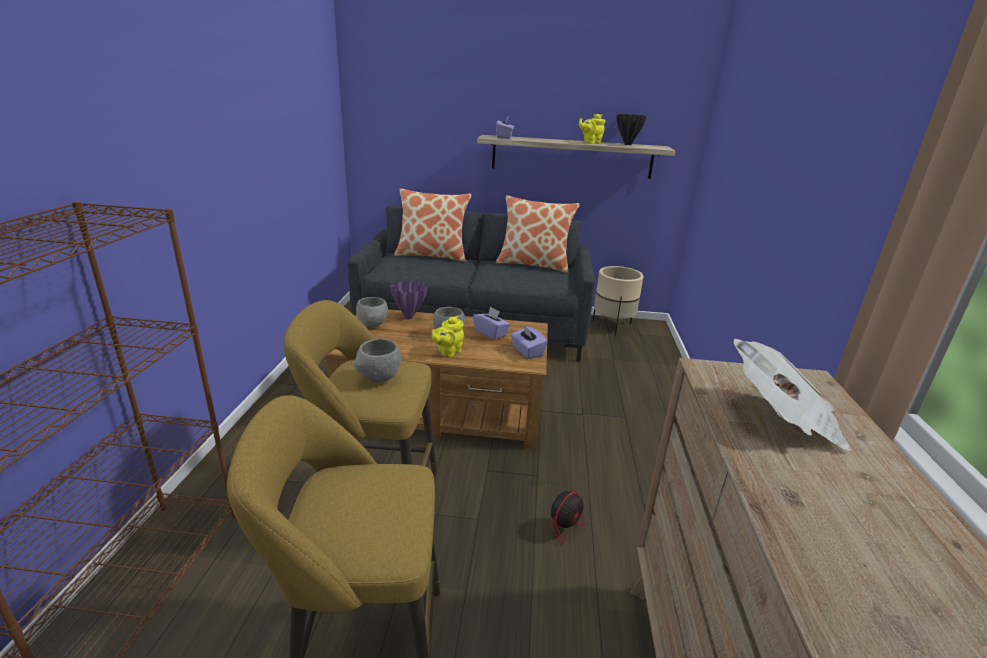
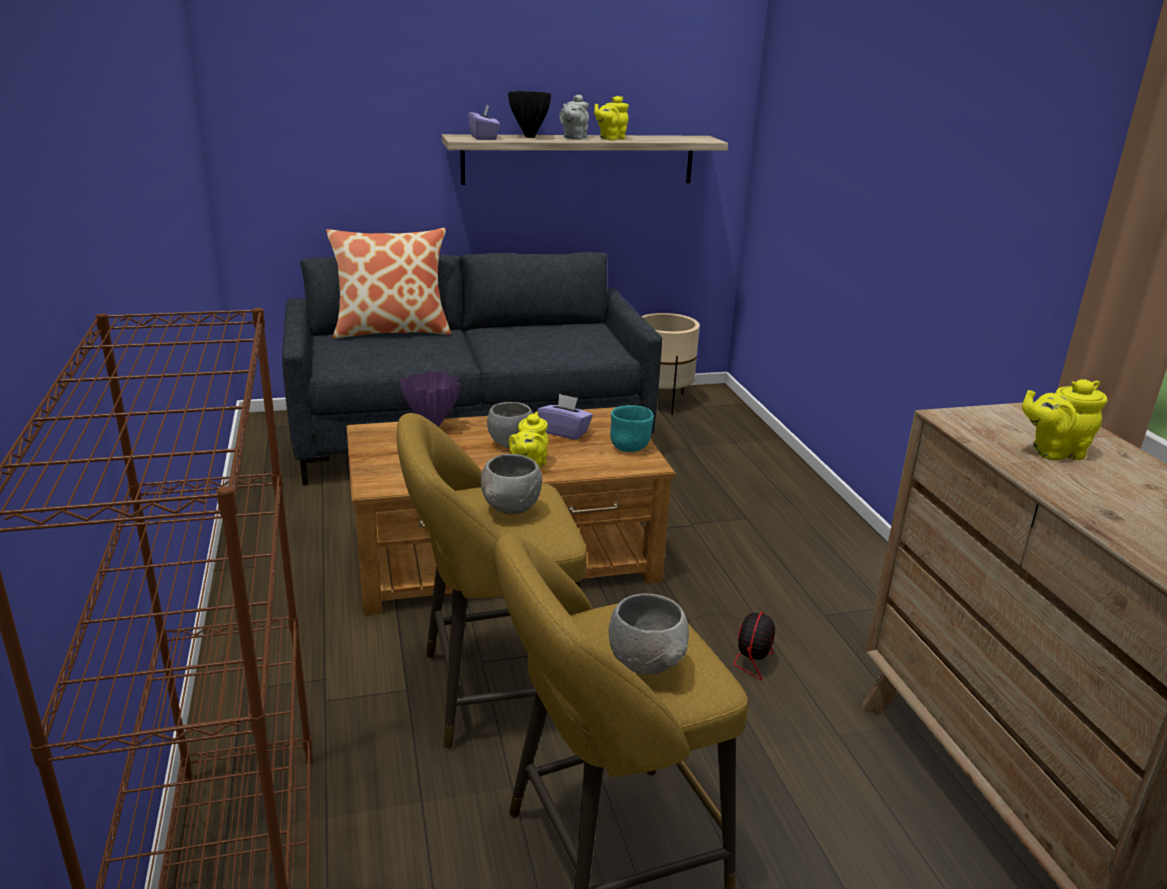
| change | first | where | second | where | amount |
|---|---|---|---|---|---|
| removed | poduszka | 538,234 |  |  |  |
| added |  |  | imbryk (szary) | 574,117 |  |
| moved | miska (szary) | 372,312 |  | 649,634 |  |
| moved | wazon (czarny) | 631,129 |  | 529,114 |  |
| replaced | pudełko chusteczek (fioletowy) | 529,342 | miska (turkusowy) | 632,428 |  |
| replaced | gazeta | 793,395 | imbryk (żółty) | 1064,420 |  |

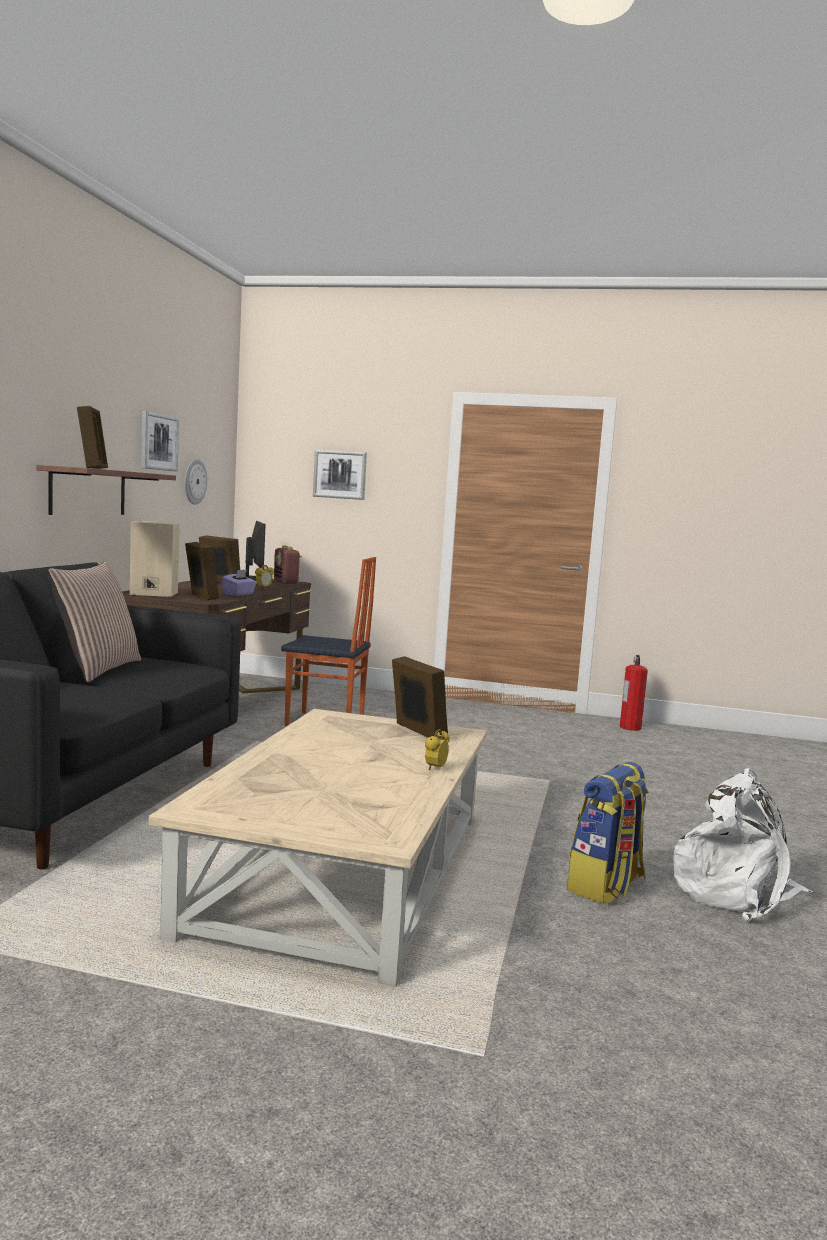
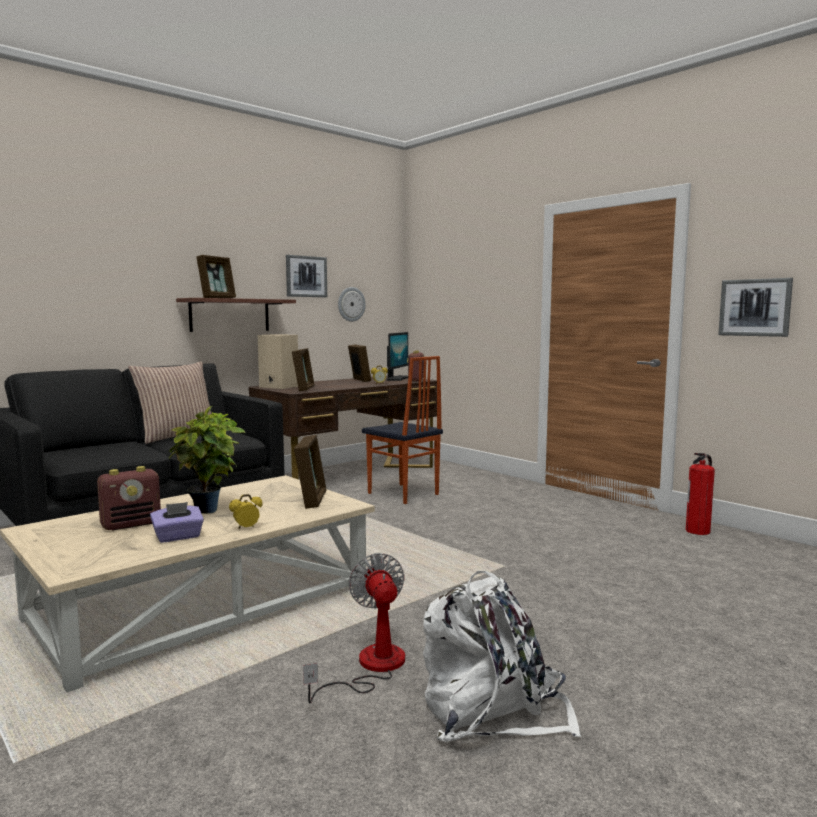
| change | first | where | second | where | amount |
|---|---|---|---|---|---|
| added |  |  | radio | 129,498 |  |
| added |  |  | roślina doniczkowa | 207,460 |  |
| moved | pudełko chusteczek (fioletowy) | 239,583 |  | 177,522 |  |
| moved | obraz | 340,475 |  | 755,307 |  |
| replaced | plecak | 607,833 | wentylator | 354,628 |  |

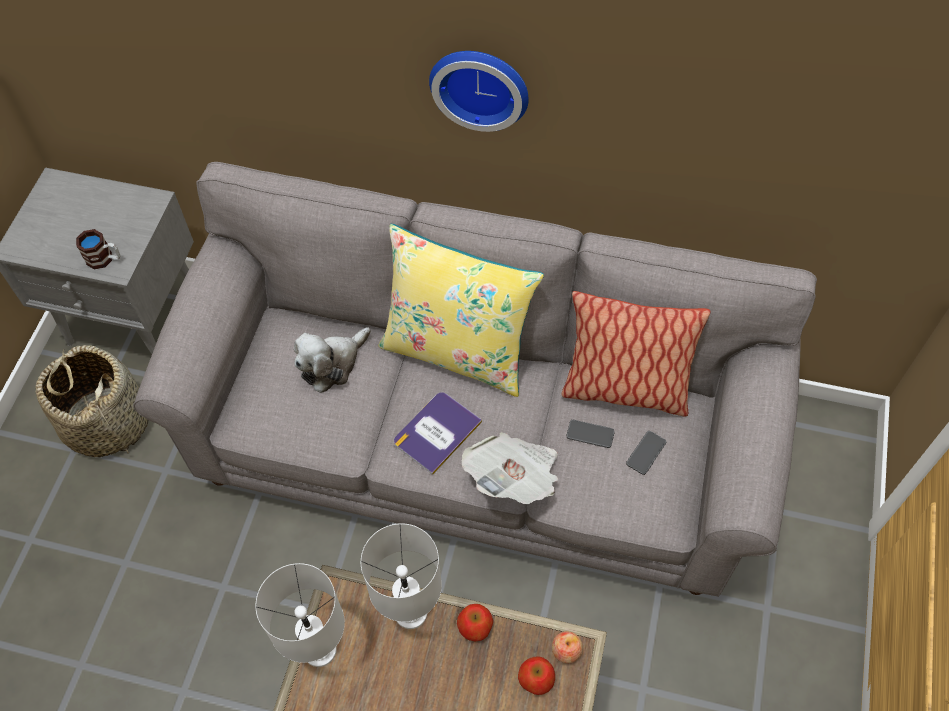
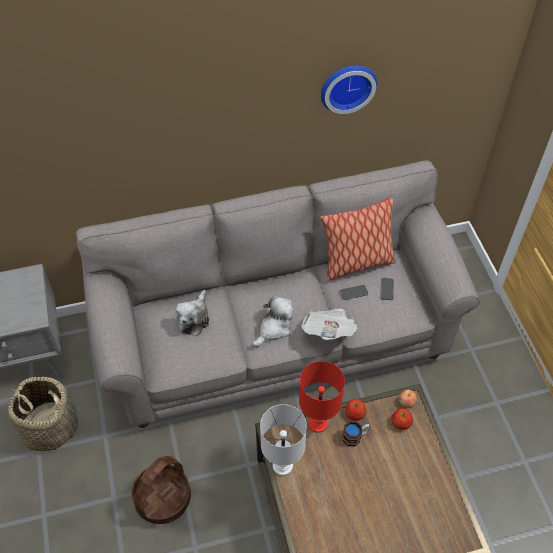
| change | first | where | second | where | amount |
|---|---|---|---|---|---|
| removed | poduszka (żółty) | 461,310 |  |  |  |
| added |  |  | koszyk | 161,490 |  |
| moved | kubek | 98,249 |  | 356,434 |  |
| moved | zegar ścienny | 479,91 |  | 349,89 |  |
| replaced | książka | 438,433 | pluszak | 273,321 |  |
| recoloured | lampa stołowa (biały) | 401,576 | lampa stołowa (czerwony) | 322,397 |  |

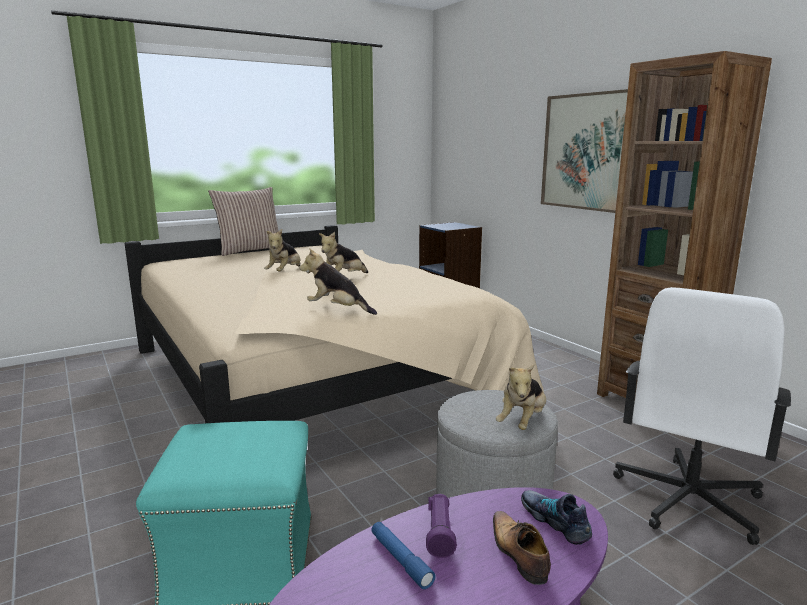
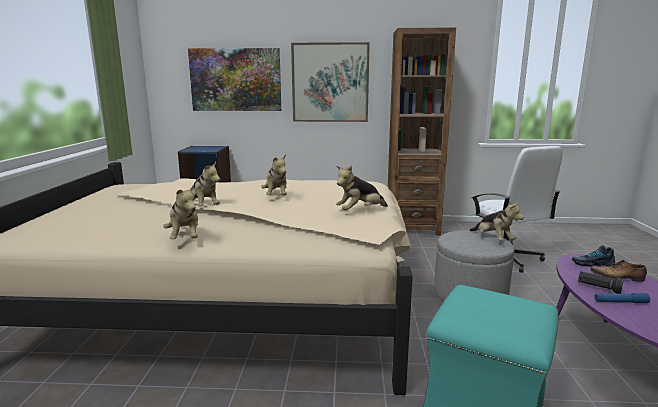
| change | first | where | second | where | amount |
|---|---|---|---|---|---|
| removed | poduszka | 243,221 |  |  |  |
| added |  |  | pluszak | 180,212 |  |
| added |  |  | obraz | 234,79 |  |
| recoloured | latarka (fioletowy) | 441,526 | latarka (czarny) | 601,282 |  |

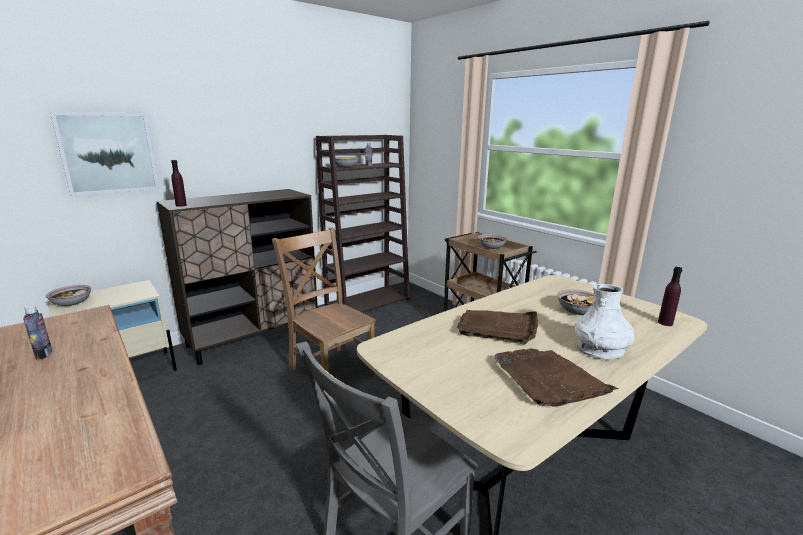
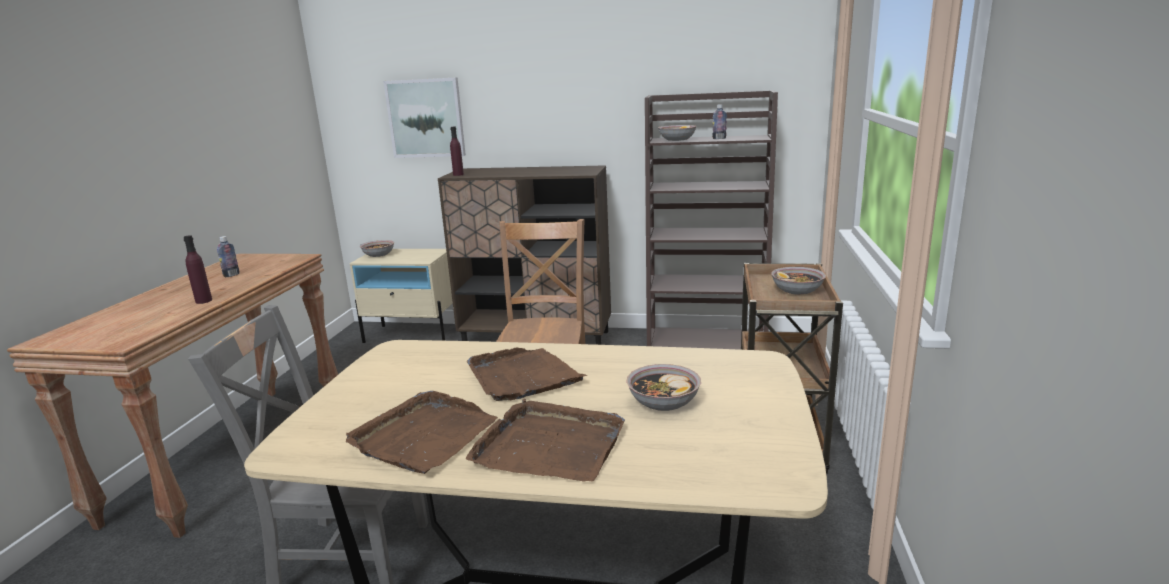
| change | first | where | second | where | amount |
|---|---|---|---|---|---|
| moved | butelka (fioletowy) | 670,296 |  | 198,269 |  |
| replaced | wazon (biały) | 604,321 | taca (brązowy) | 545,440 |  |

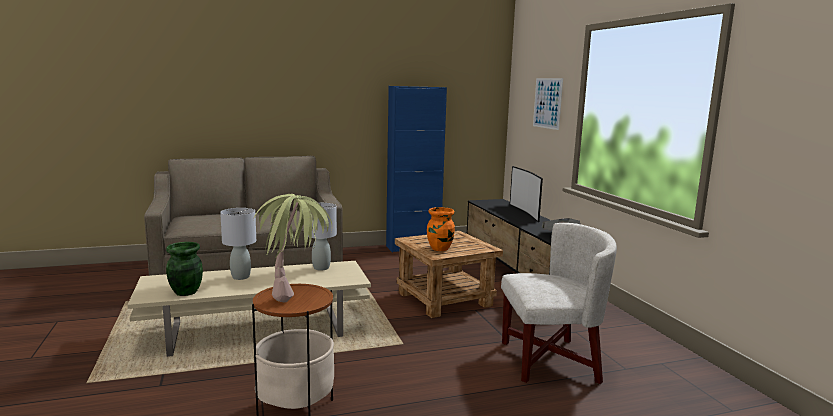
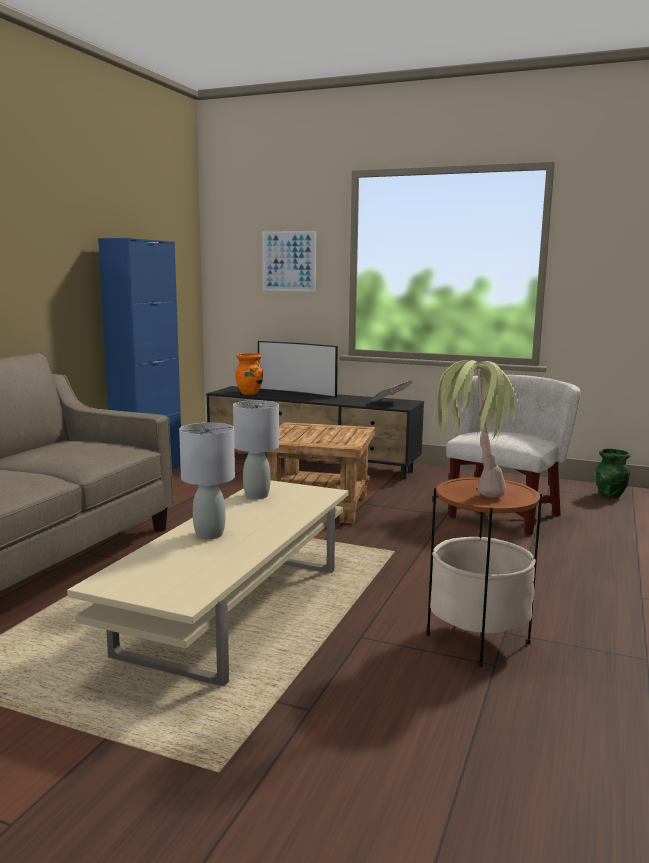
| change | first | where | second | where | amount |
|---|---|---|---|---|---|
| moved | wazon (zielony) | 184,269 |  | 613,473 |  |
| moved | wazon (pomarańczowy) | 441,229 |  | 249,374 |  |

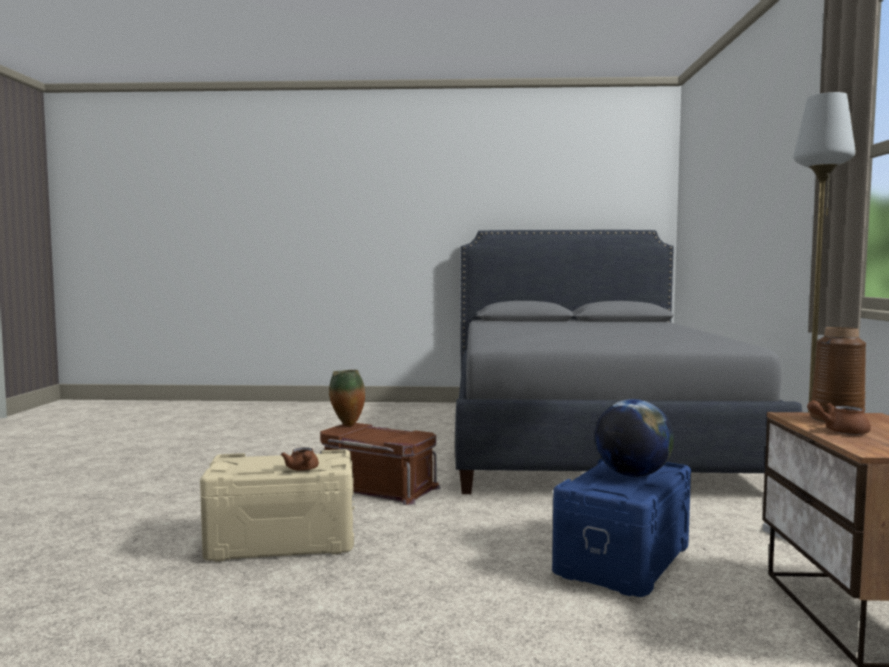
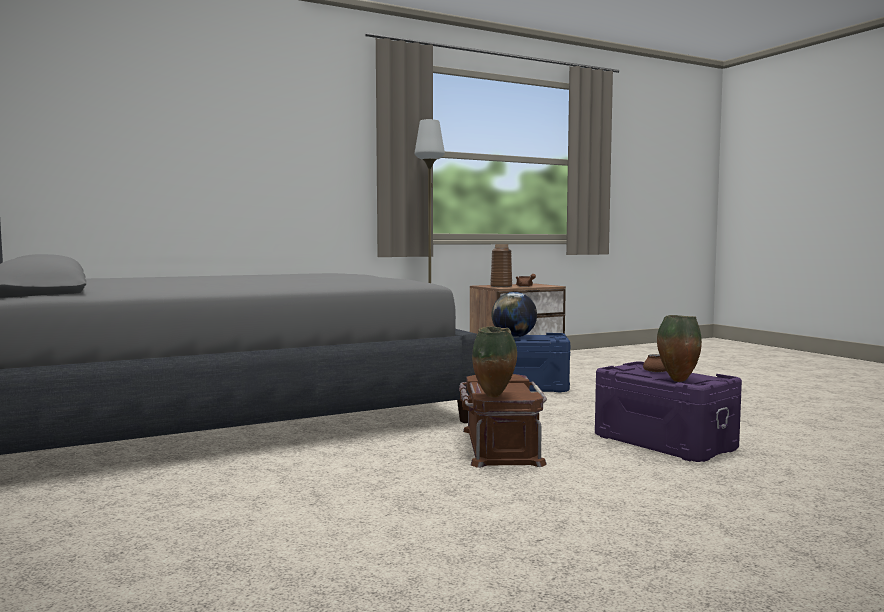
| change | first | where | second | where | amount |
|---|---|---|---|---|---|
| added |  |  | wazon | 679,348 |  |
| recoloured | pojemnik do przechowywania (beżowy) | 277,505 | pojemnik do przechowywania (fioletowy) | 668,411 |  |

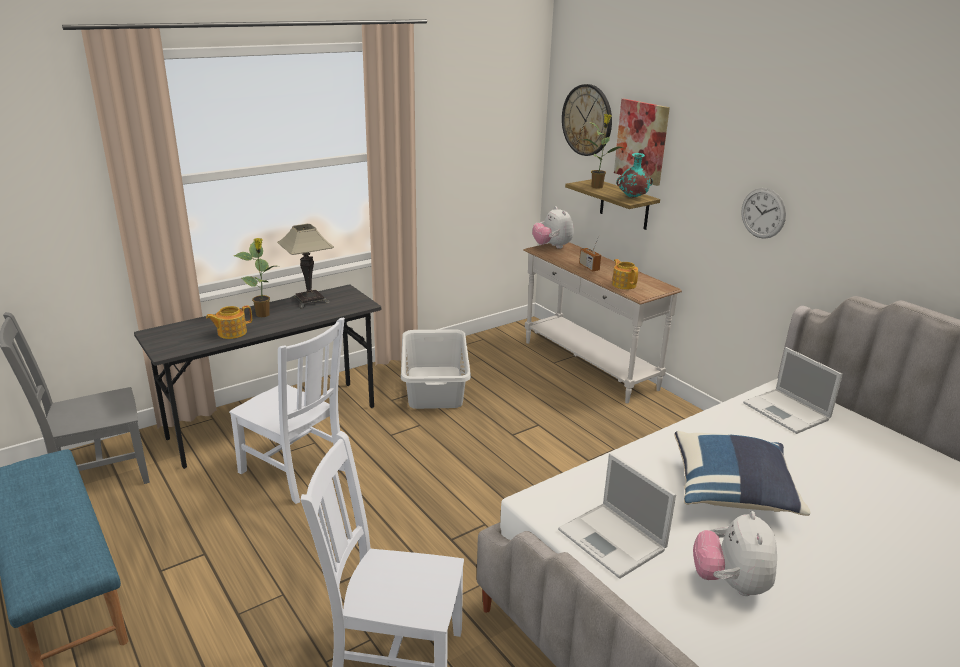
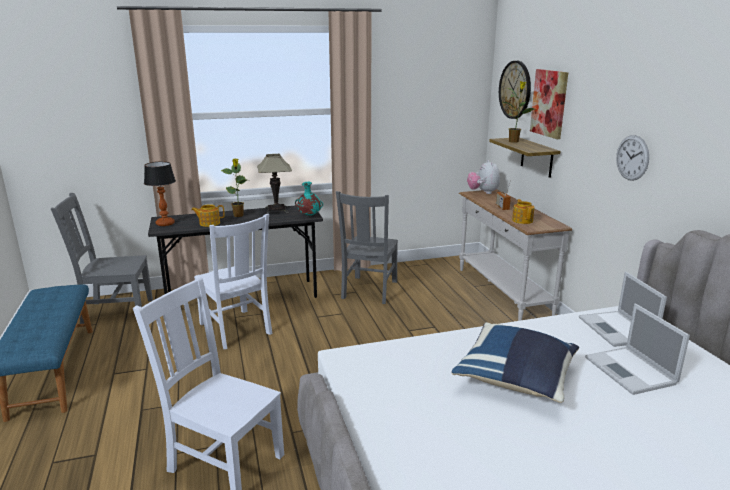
| change | first | where | second | where | amount |
|---|---|---|---|---|---|
| removed | pluszak | 735,553 |  |  |  |
| added |  |  | lampa stołowa | 160,193 |  |
| moved | laptop | 617,516 |  | 637,349 |  |
| moved | wazon (turkusowy) | 634,175 |  | 309,199 |  |
| replaced | kosz na pranie (szary) | 436,369 | krzesło (szary) | 367,247 |  |

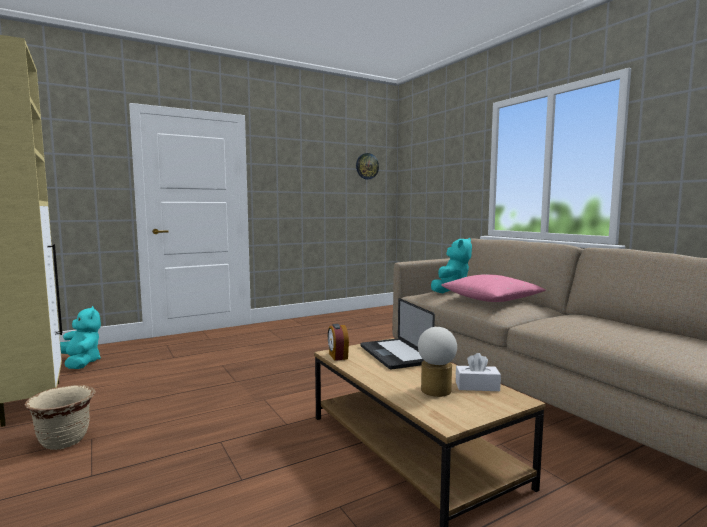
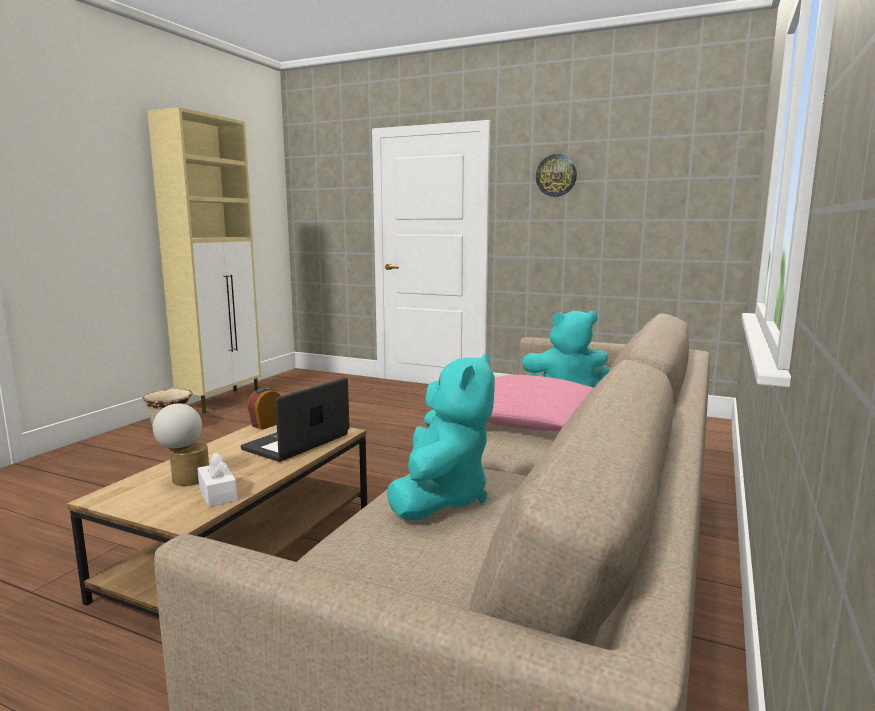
| change | first | where | second | where | amount |
|---|---|---|---|---|---|
| moved | pluszak (turkusowy) | 80,337 |  | 441,436 |  |
| moved | zegar ścienny | 367,166 |  | 556,175 |  |

